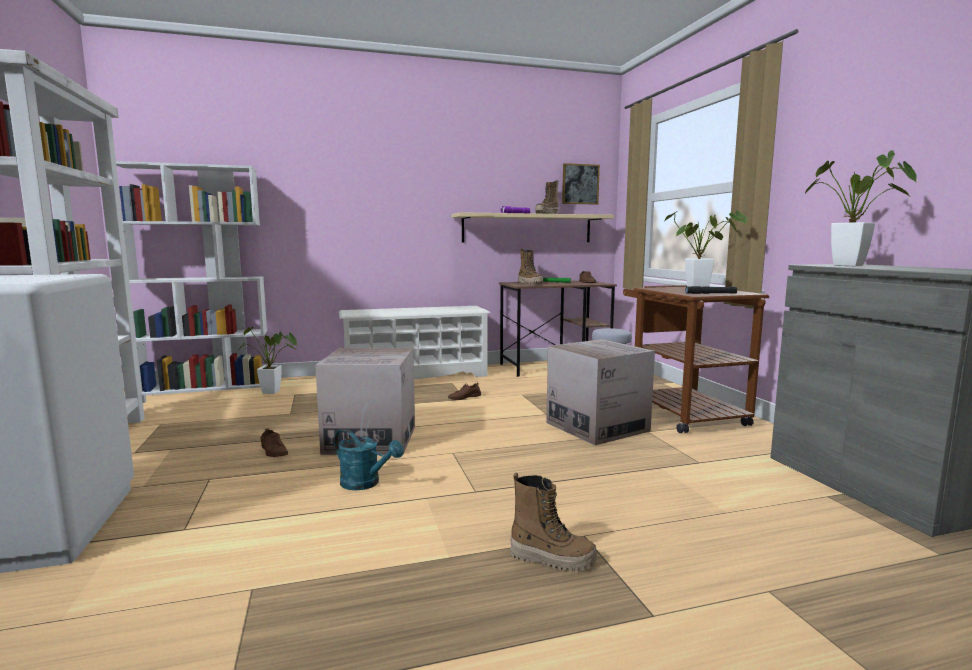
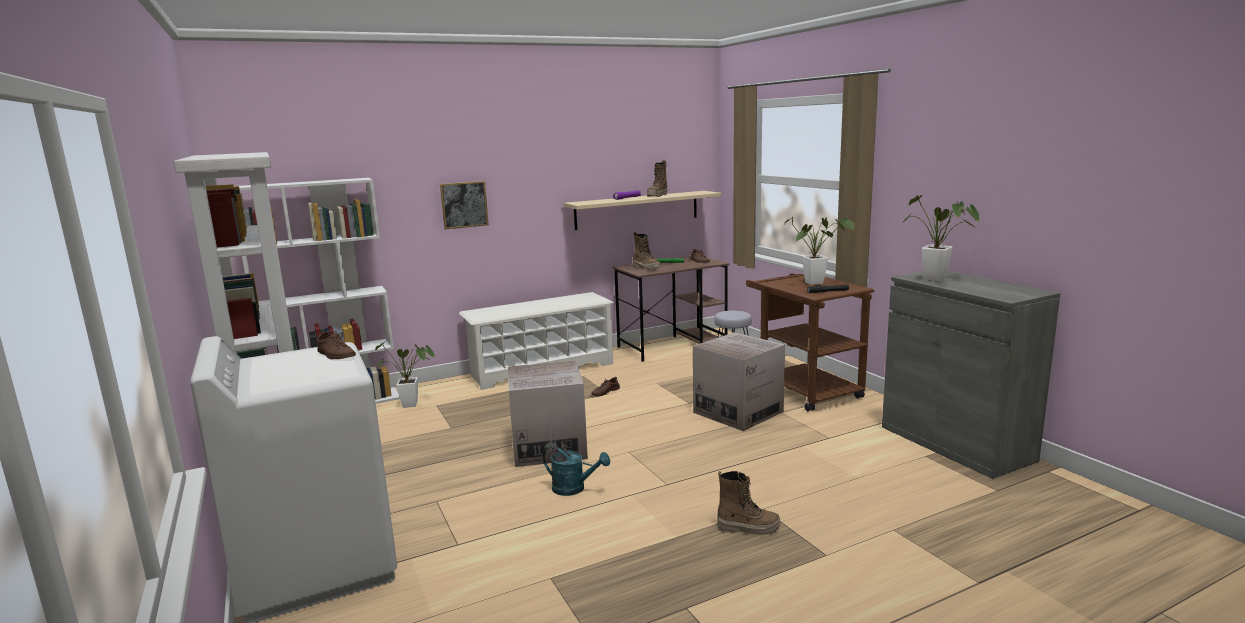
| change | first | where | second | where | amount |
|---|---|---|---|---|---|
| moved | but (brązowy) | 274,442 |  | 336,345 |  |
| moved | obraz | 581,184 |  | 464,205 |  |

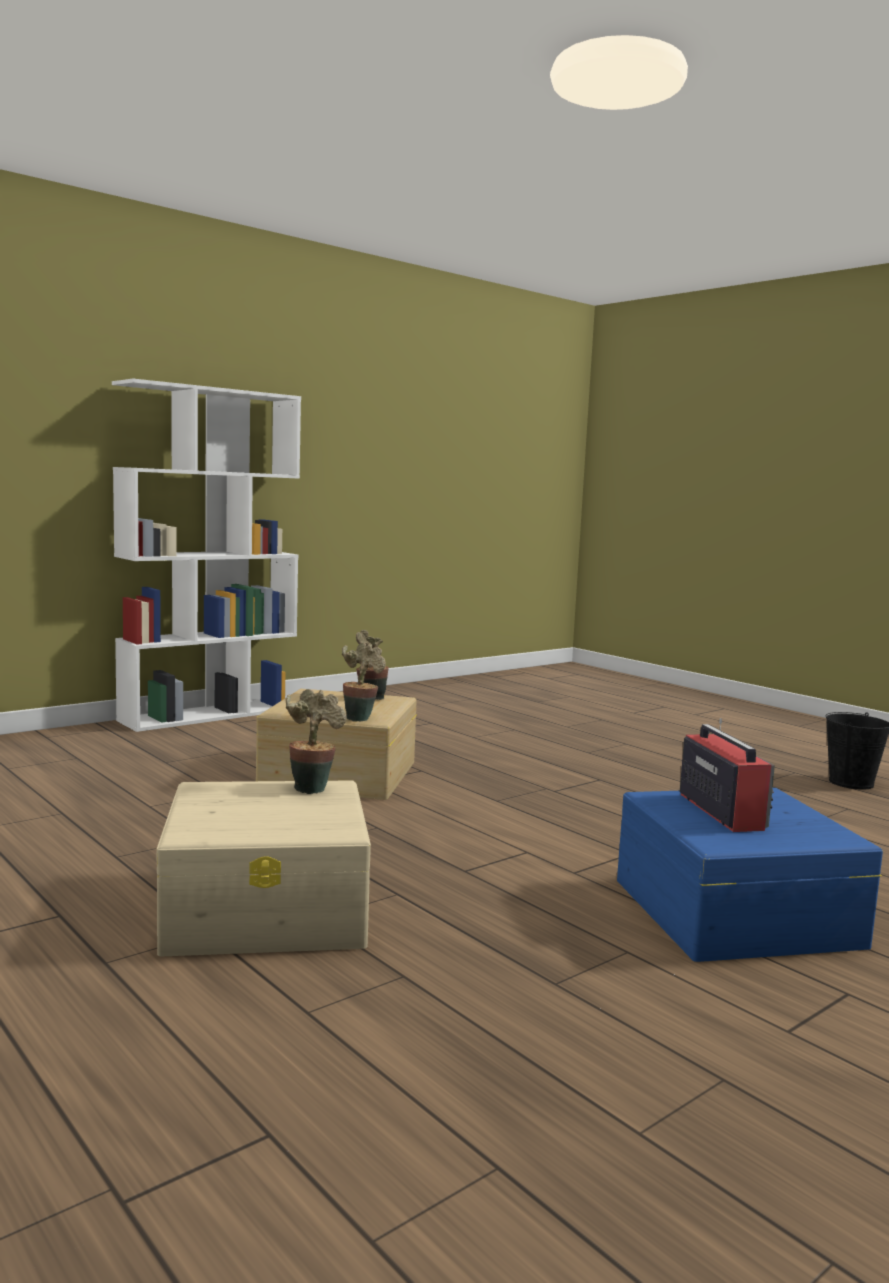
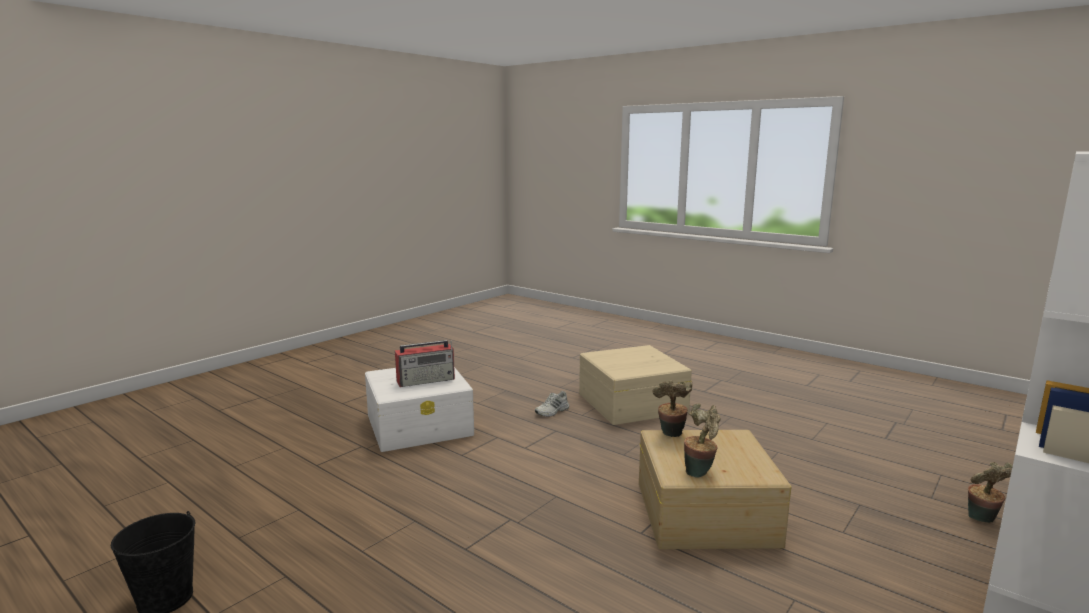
| change | first | where | second | where | amount |
|---|---|---|---|---|---|
| added |  |  | but (biały) | 552,404 |  |
| moved | roślina doniczkowa | 316,741 |  | 990,492 |  |
| recoloured | pojemnik do przechowywania (niebieski) | 750,875 | pojemnik do przechowywania (biały) | 419,409 |  |
| turned | radio | 727,775 |  | 425,363 | 90 degrees counterclockwise |

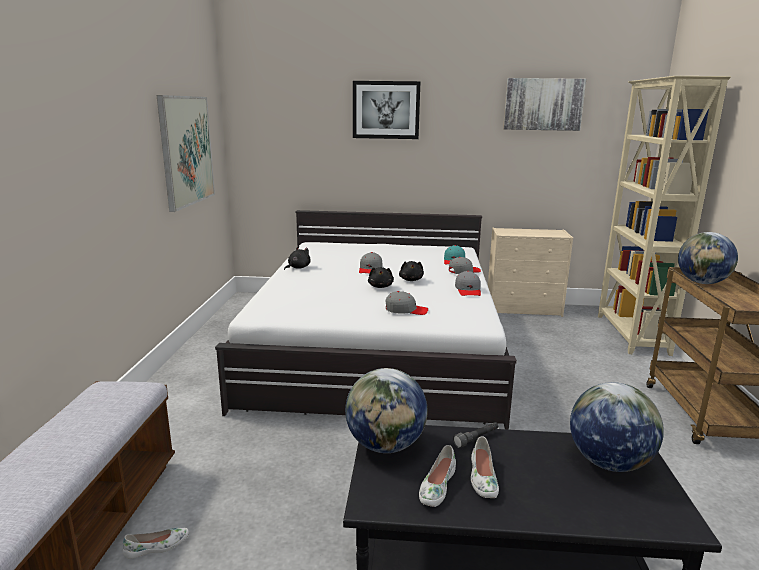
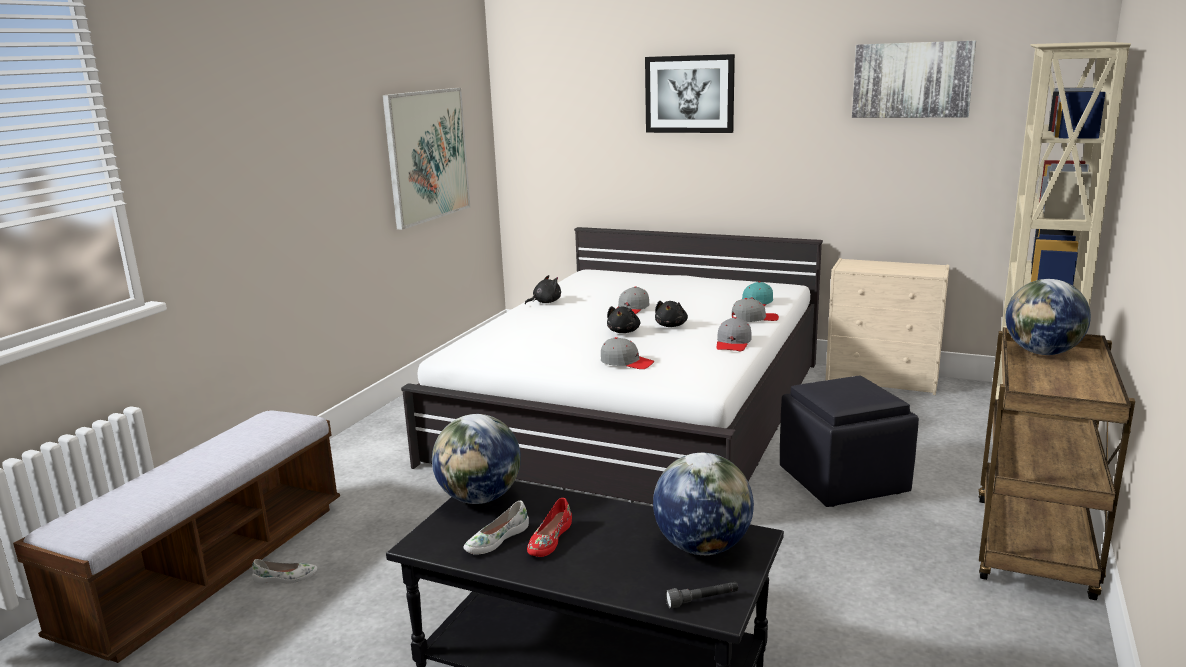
| change | first | where | second | where | amount |
|---|---|---|---|---|---|
| added |  |  | pufa (czarny) | 849,441 |  |
| moved | latarka (szary) | 475,435 |  | 701,595 |  |
| recoloured | but (biały) | 485,467 | but (czerwony) | 549,527 |  |

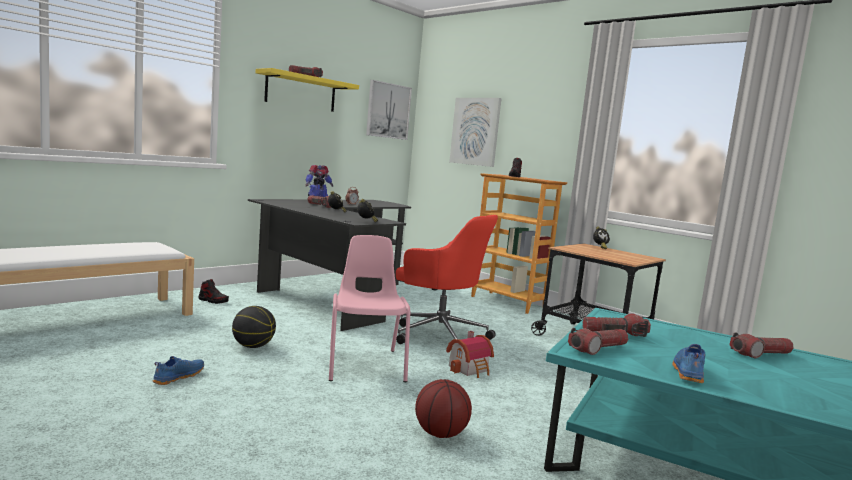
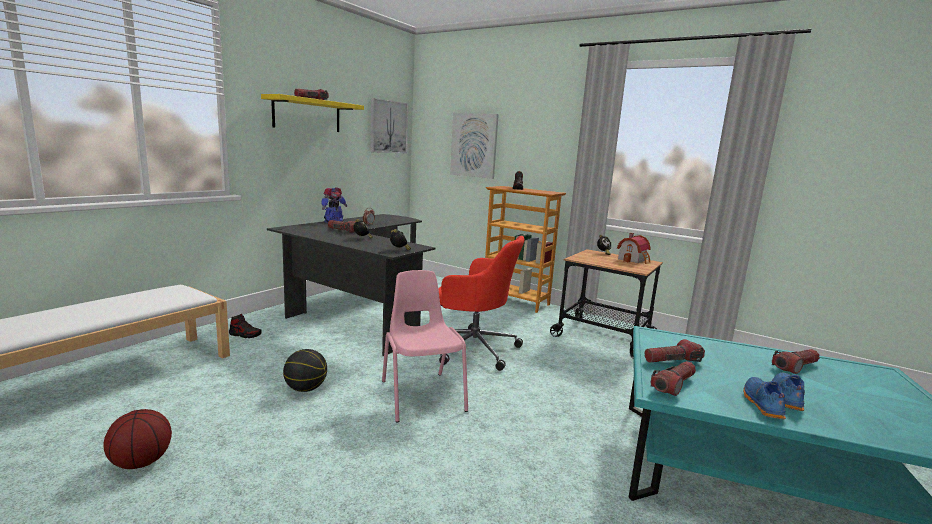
| change | first | where | second | where | amount |
|---|---|---|---|---|---|
| moved | but (niebieski) | 178,370 |  | 788,392 |  |
| moved | piłka do koszykówki | 443,408 |  | 137,439 |  |
| moved | domek | 470,354 |  | 634,248 |  |

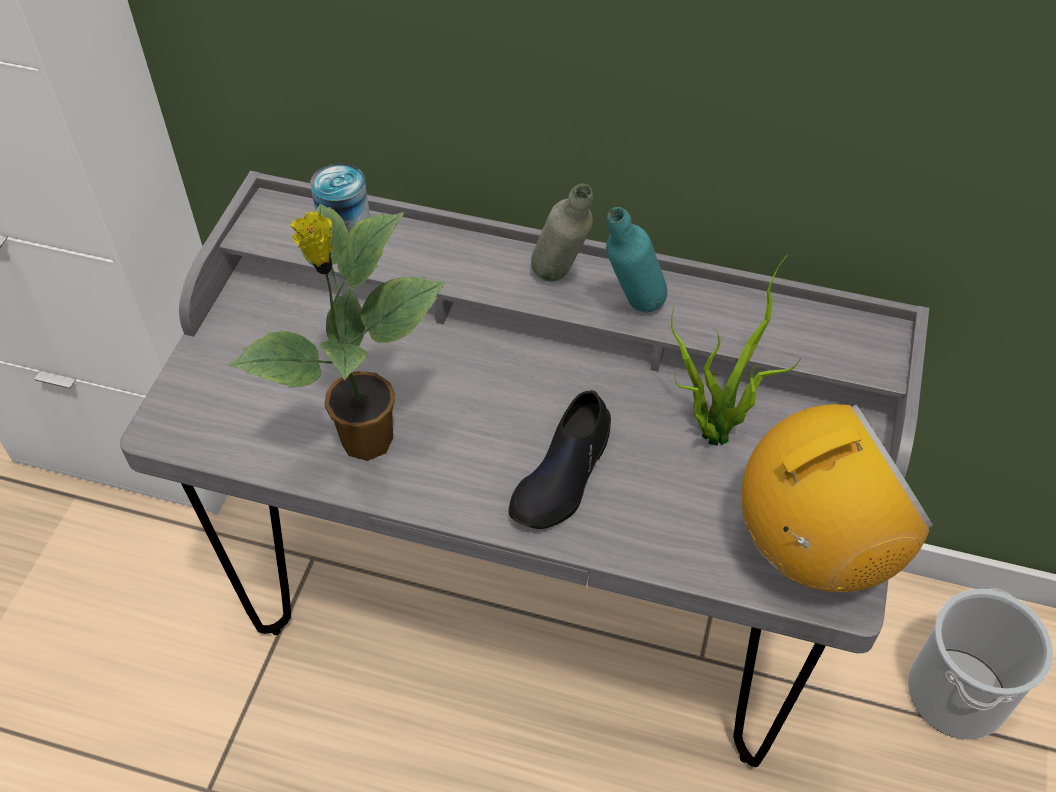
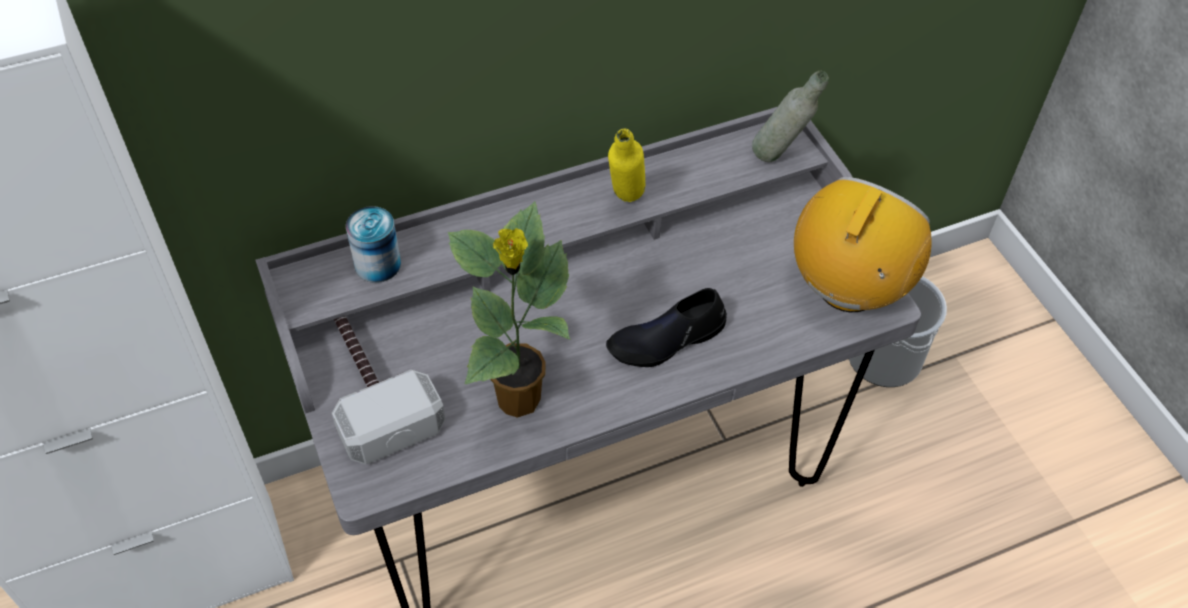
| change | first | where | second | where | amount |
|---|---|---|---|---|---|
| removed | roślina doniczkowa | 736,350 |  |  |  |
| added |  |  | młotek | 389,390 |  |
| moved | butelka (szary) | 562,232 |  | 790,116 |  |
| recoloured | butelka (turkusowy) | 636,260 | butelka (żółty) | 626,165 |  |
| turned | but (czarny) | 560,459 |  | 666,327 | 75 degrees clockwise |

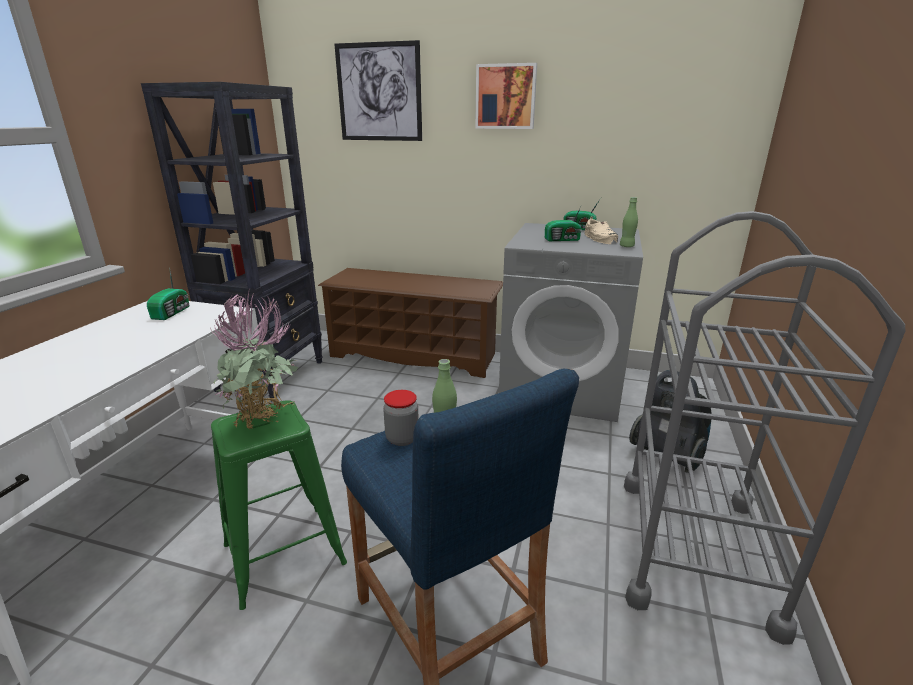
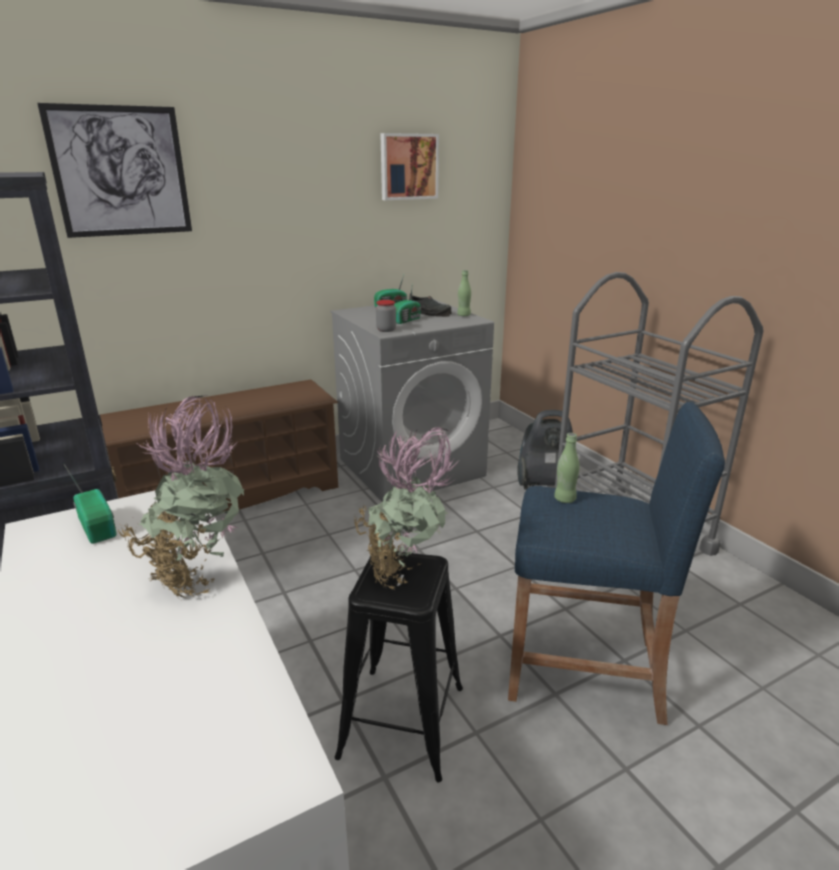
| change | first | where | second | where | amount |
|---|---|---|---|---|---|
| added |  |  | roślina doniczkowa | 180,497 |  |
| moved | słoik | 401,418 |  | 386,316 |  |
| moved | obraz | 506,96 |  | 409,166 |  |
| recoloured | stołek (zielony) | 279,505 | stołek (czarny) | 399,666 |  |
| recoloured | but (beżowy) | 601,230 | but (czarny) | 430,305 |  |

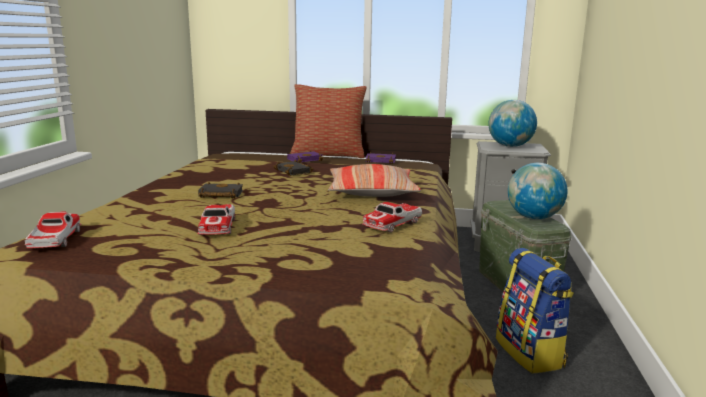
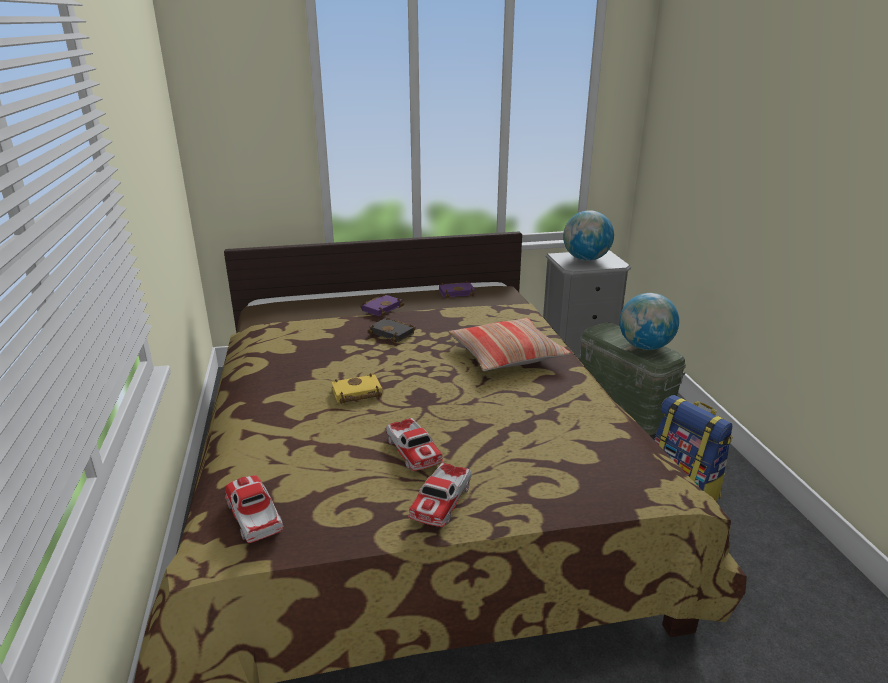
| change | first | where | second | where | amount |
|---|---|---|---|---|---|
| removed | poduszka | 329,121 |  |  |  |
| moved | samochodzik | 392,217 |  | 440,495 |  |
| recoloured | książka (czarny) | 220,190 | książka (żółty) | 356,388 |  |

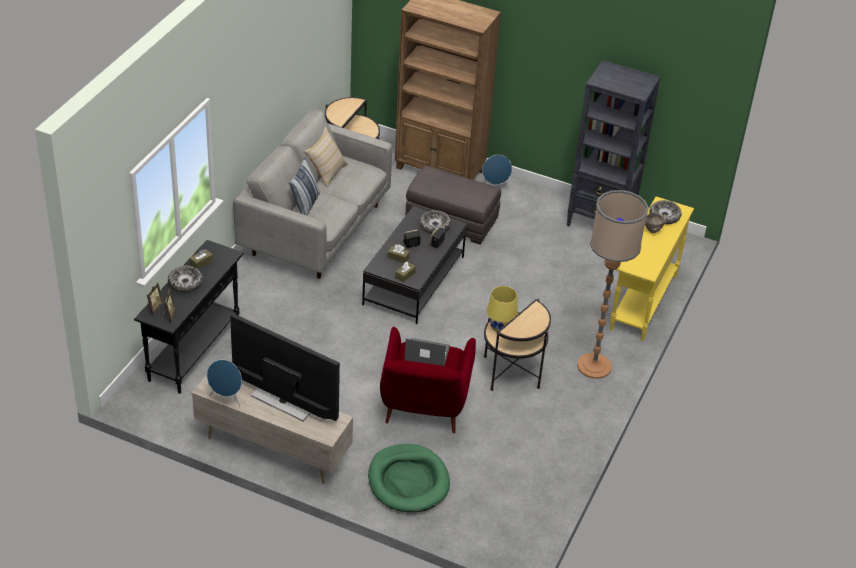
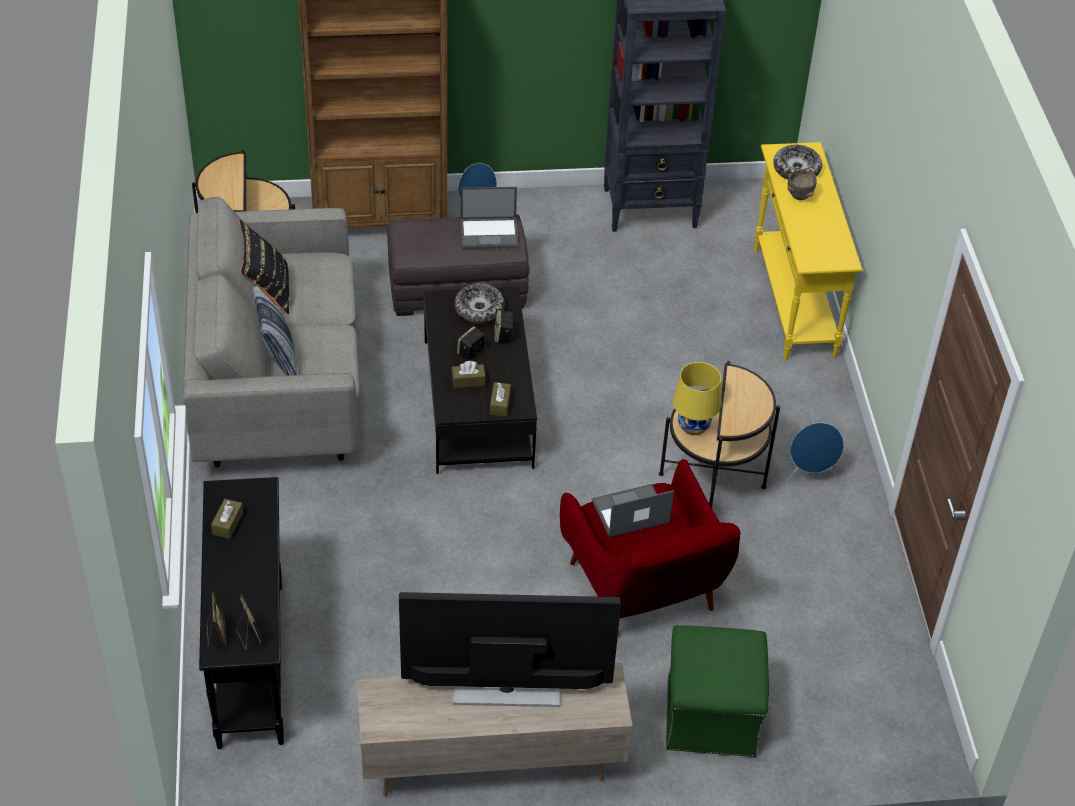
| change | first | where | second | where | amount |
|---|---|---|---|---|---|
| removed | miska | 185,279 |  |  |  |
| removed | lampa stojąca | 613,284 |  |  |  |
| added |  |  | laptop | 489,218 |  |
| moved | głośnik (niebieski) | 224,383 |  | 815,452 |  |
| replaced | legowisko (zielony) | 409,478 | pufa (zielony) | 717,691 |  |
| recoloured | poduszka (beżowy) | 326,157 | poduszka (czarny) | 264,267 |  |

